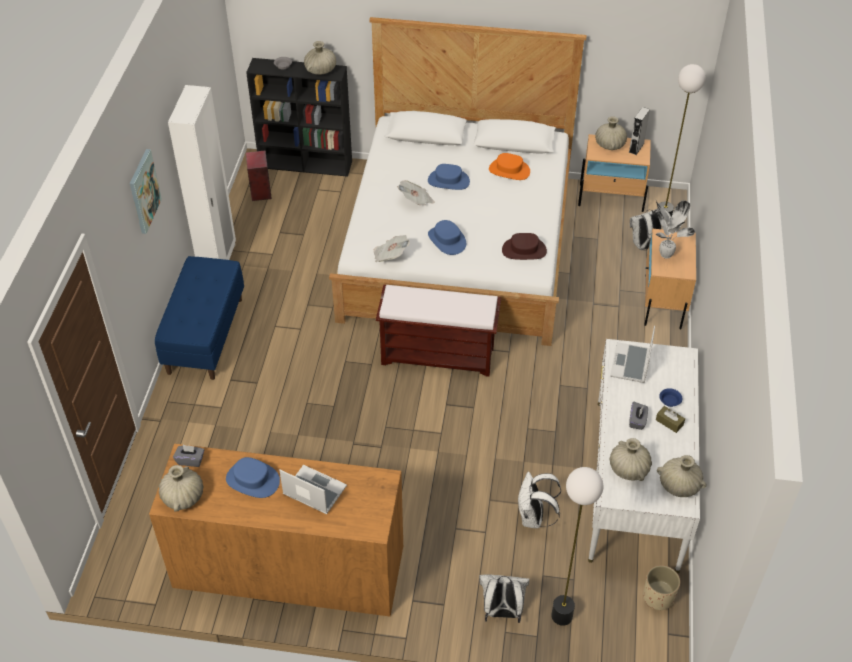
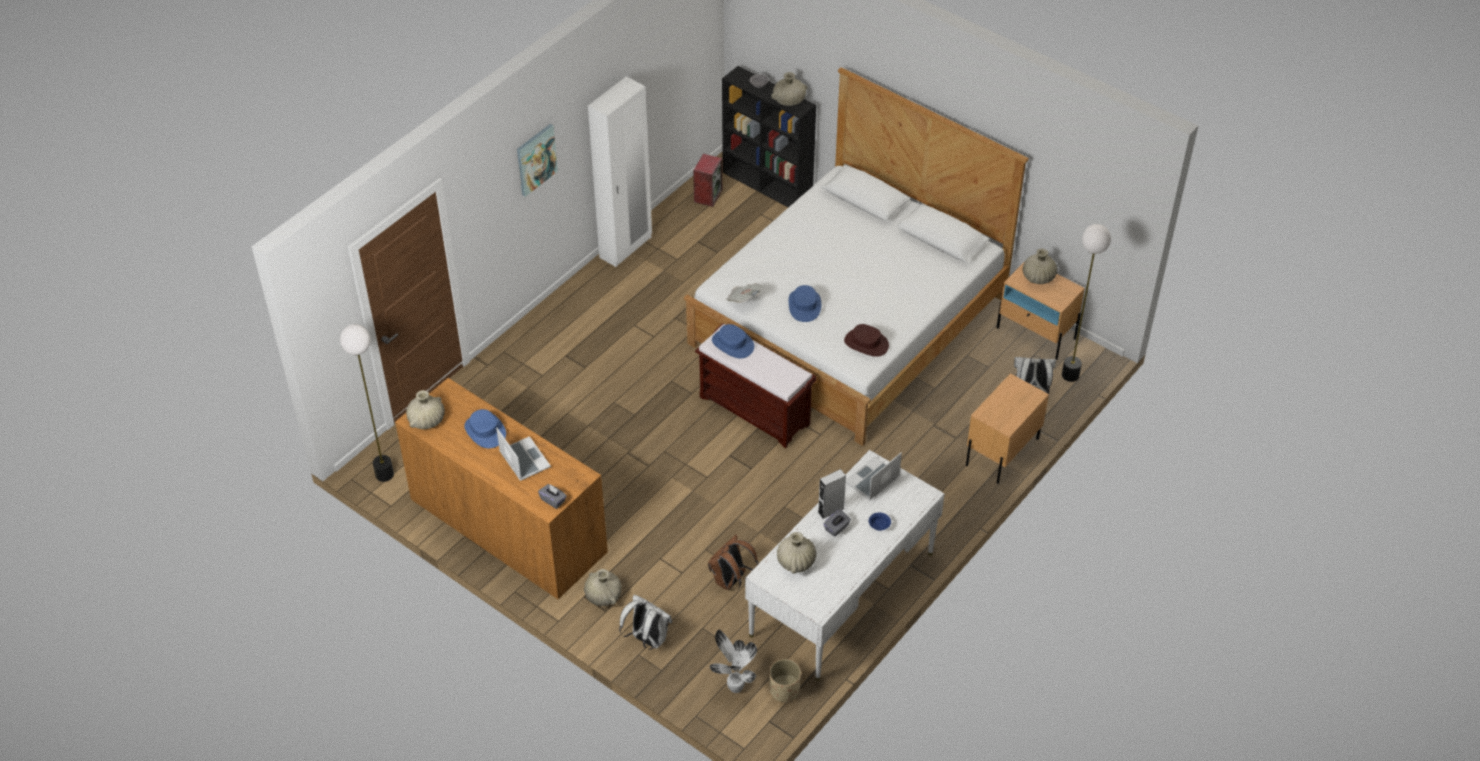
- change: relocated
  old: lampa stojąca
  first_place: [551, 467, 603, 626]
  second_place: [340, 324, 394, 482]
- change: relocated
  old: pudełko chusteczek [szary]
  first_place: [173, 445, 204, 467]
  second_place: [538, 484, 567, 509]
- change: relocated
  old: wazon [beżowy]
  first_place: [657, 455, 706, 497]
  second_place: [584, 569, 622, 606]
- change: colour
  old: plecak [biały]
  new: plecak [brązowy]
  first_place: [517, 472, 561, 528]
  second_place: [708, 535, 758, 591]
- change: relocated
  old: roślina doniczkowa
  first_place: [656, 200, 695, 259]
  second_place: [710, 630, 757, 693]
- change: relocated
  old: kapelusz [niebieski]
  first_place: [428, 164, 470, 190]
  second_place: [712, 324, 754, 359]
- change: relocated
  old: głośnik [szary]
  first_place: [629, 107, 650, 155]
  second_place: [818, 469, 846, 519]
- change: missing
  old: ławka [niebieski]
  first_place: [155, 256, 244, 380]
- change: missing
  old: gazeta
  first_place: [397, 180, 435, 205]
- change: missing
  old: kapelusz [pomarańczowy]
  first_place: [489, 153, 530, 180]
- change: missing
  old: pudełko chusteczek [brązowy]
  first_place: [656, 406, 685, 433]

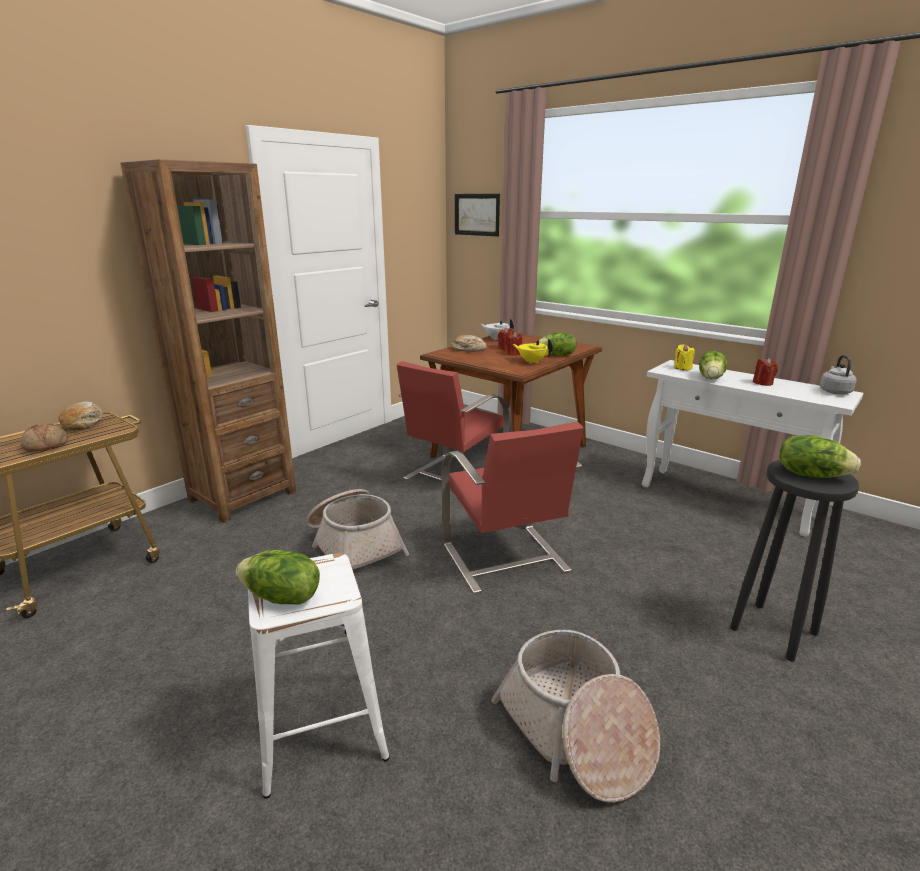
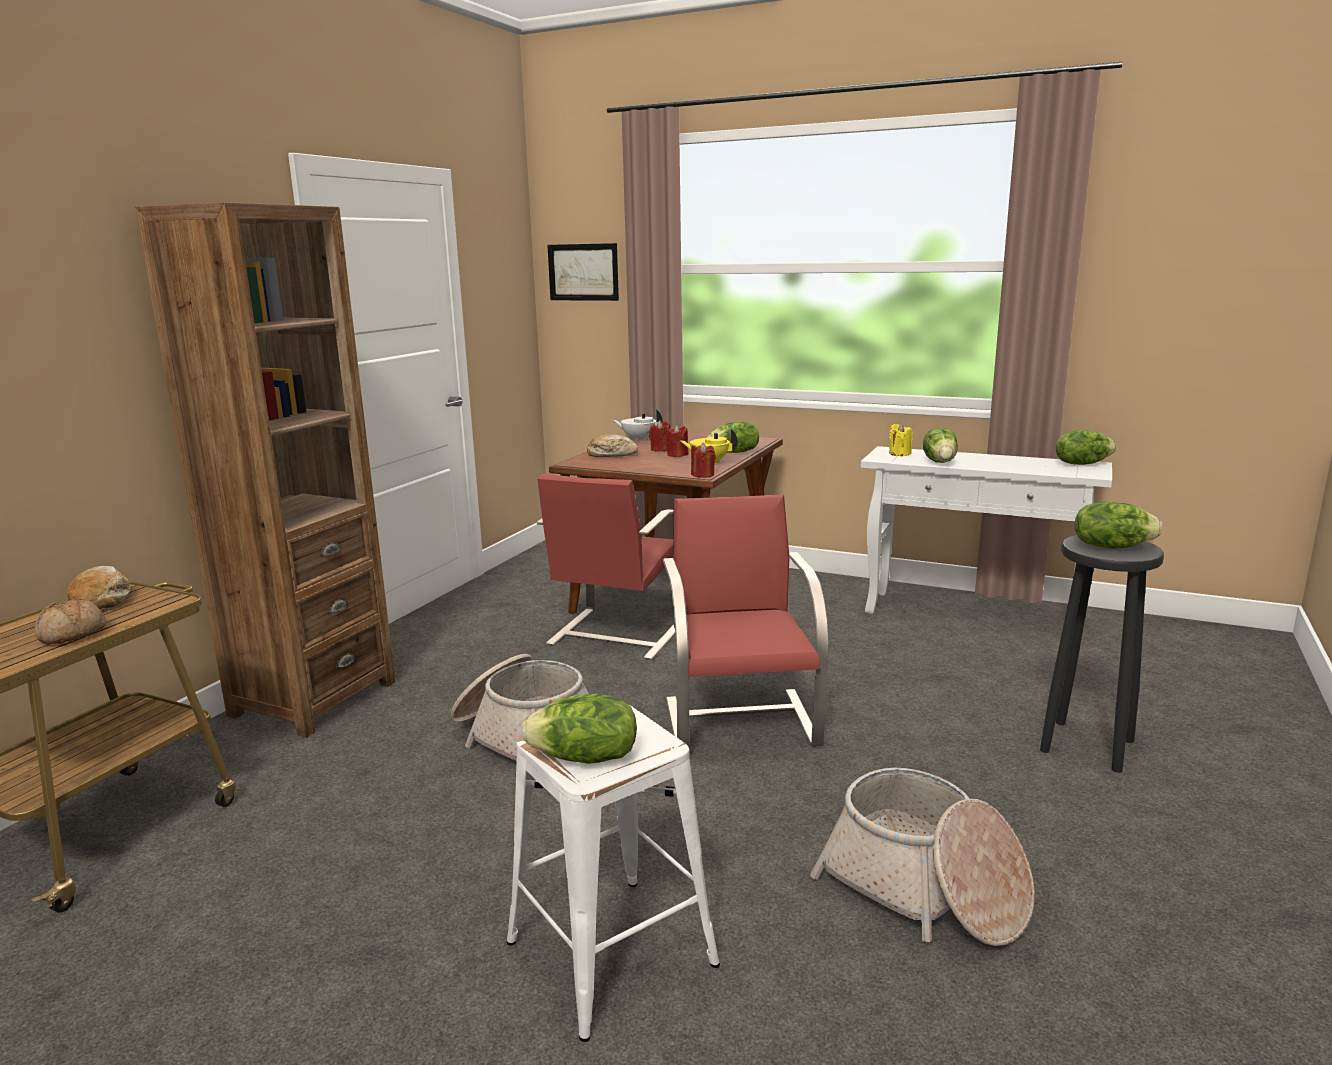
- change: spun
  old: krzesło [czerwony]
  first_place: [441, 422, 584, 594]
  second_place: [663, 495, 829, 747]
  degrees: -150
- change: relocated
  old: świeca [czerwony]
  first_place: [753, 358, 778, 386]
  second_place: [691, 443, 716, 478]
- change: exchanged
  old: czajnik [szary]
  new: sałata
  first_place: [820, 355, 857, 394]
  second_place: [1056, 430, 1116, 465]

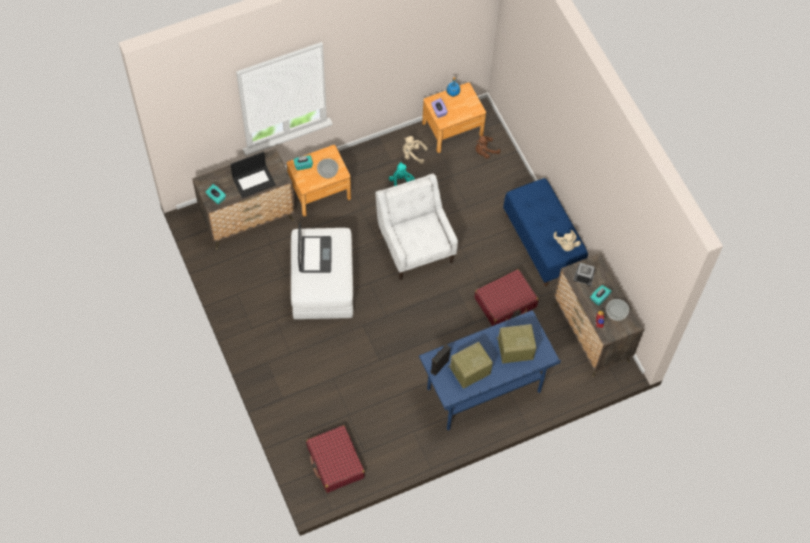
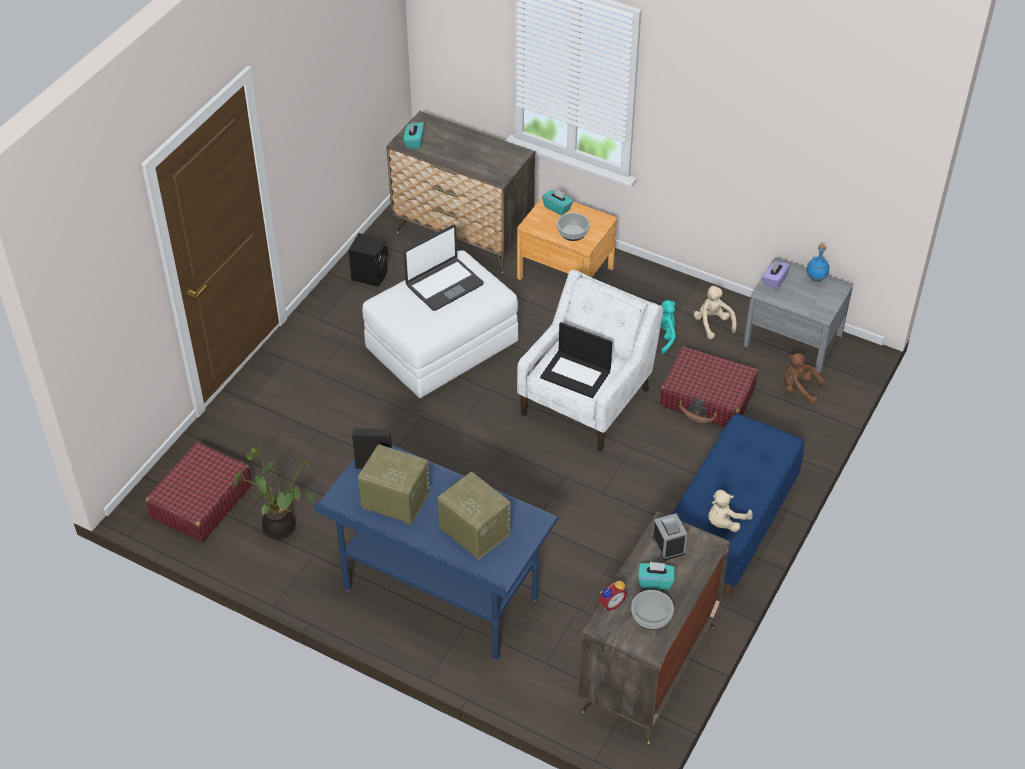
- change: appeared
  new: roślina doniczkowa
  second_place: [233, 446, 313, 540]
- change: appeared
  new: głośnik [czarny]
  second_place: [349, 233, 388, 287]
- change: relocated
  old: laptop
  first_place: [230, 151, 276, 198]
  second_place: [540, 322, 613, 398]
- change: relocated
  old: walizka [czerwony]
  first_place: [475, 269, 539, 326]
  second_place: [660, 346, 758, 427]
- change: colour
  old: szafka nocna [brązowy]
  new: szafka nocna [szary]
  first_place: [422, 82, 486, 153]
  second_place: [743, 257, 853, 374]

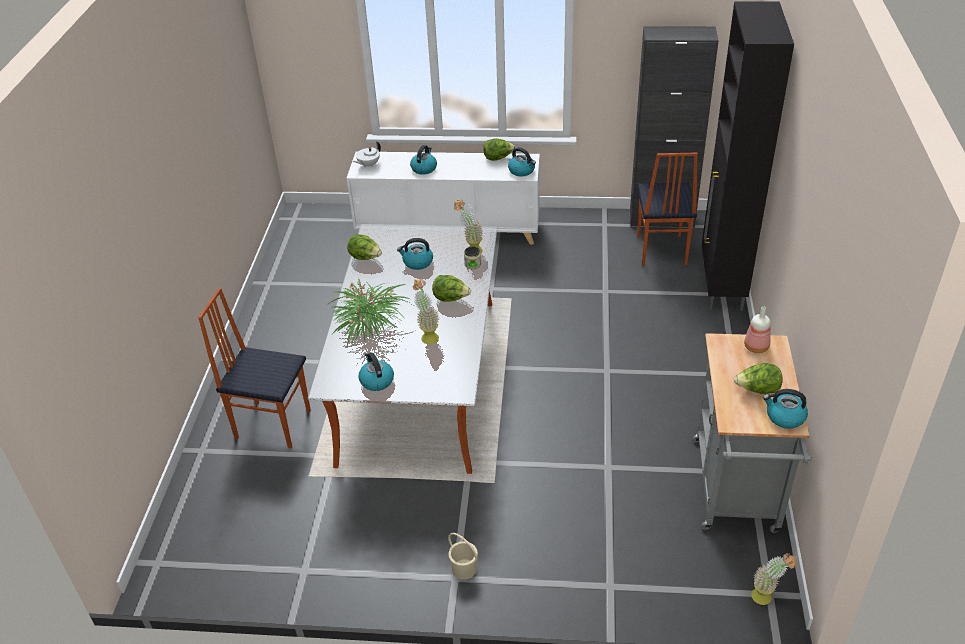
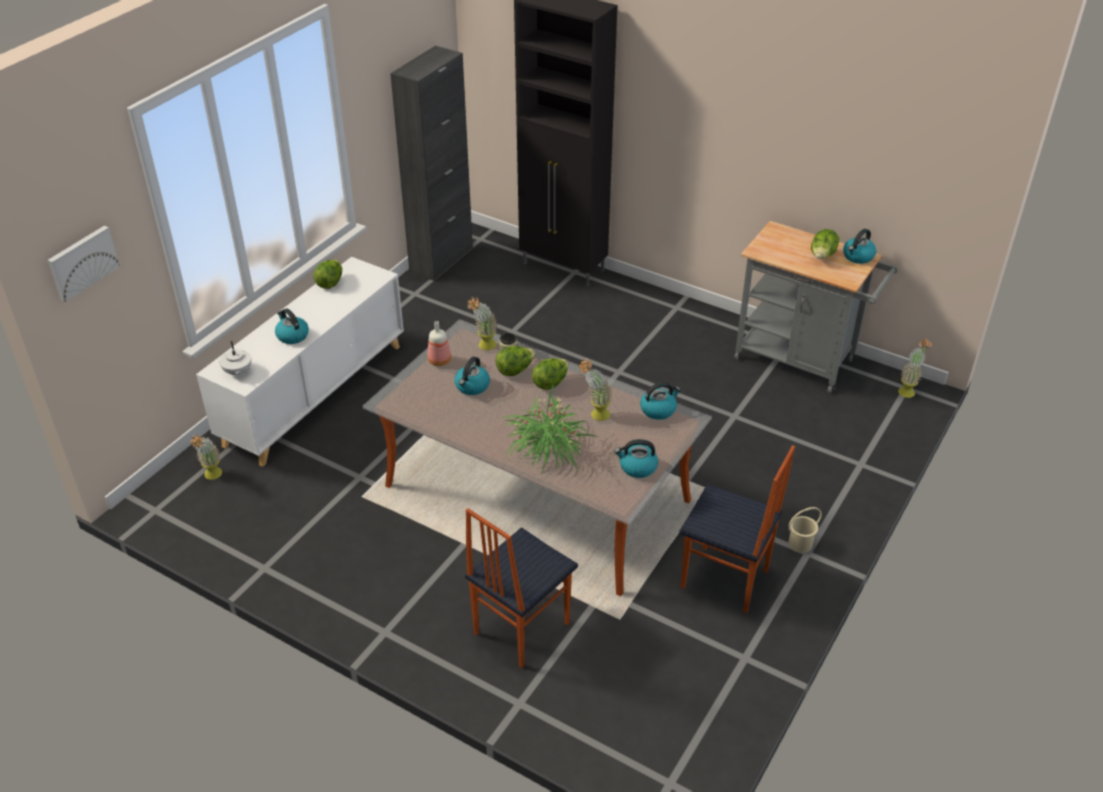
- change: appeared
  new: obraz
  second_place: [48, 226, 120, 302]
- change: appeared
  new: roślina doniczkowa
  second_place: [190, 434, 222, 480]
- change: relocated
  old: butelka
  first_place: [744, 306, 771, 353]
  second_place: [427, 321, 451, 366]
- change: relocated
  old: sałata
  first_place: [347, 234, 382, 260]
  second_place: [495, 346, 536, 376]
- change: relocated
  old: czajnik
  first_place: [508, 147, 536, 177]
  second_place: [640, 382, 681, 420]
- change: relocated
  old: krzesło
  first_place: [637, 152, 698, 266]
  second_place: [679, 445, 795, 613]

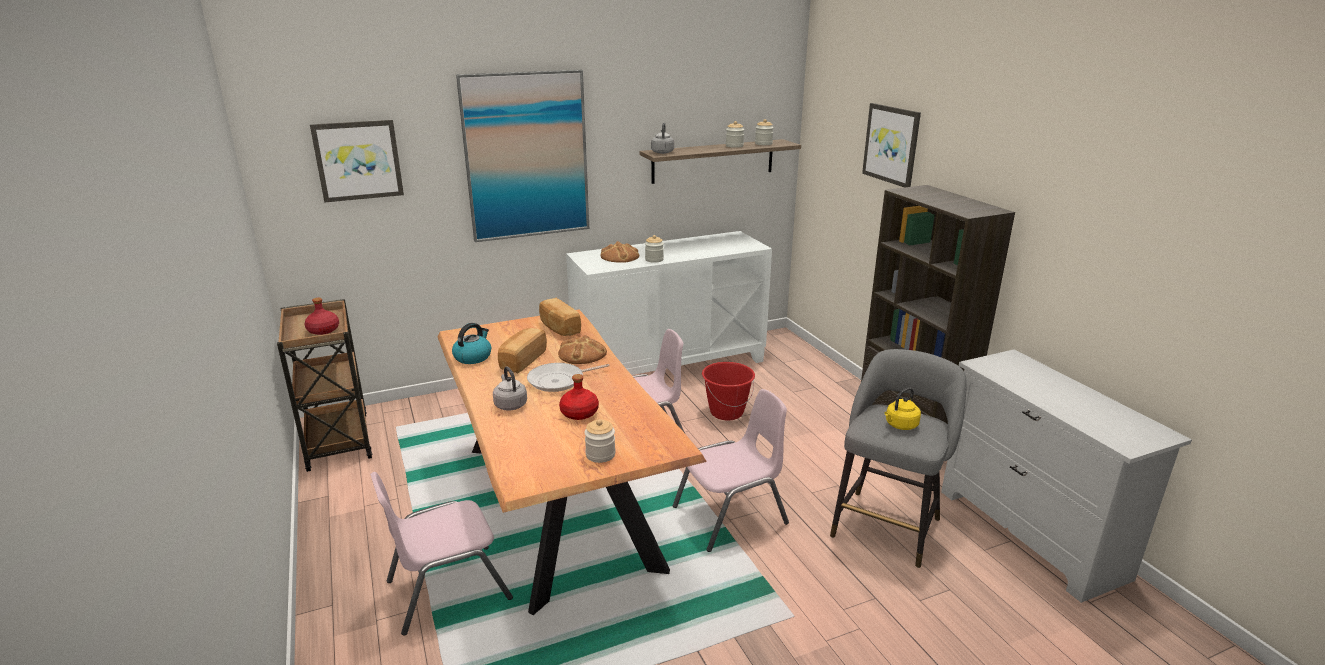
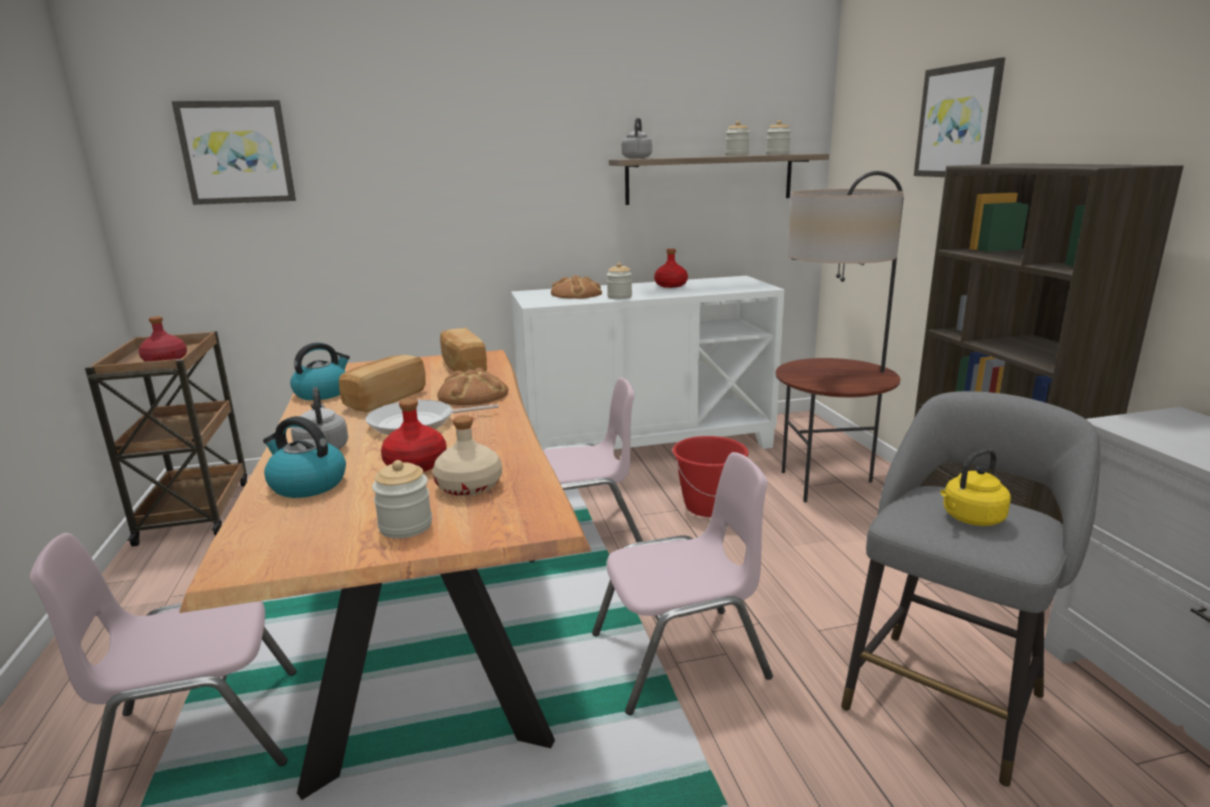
- change: appeared
  new: czajnik
  second_place: [263, 416, 346, 498]
- change: appeared
  new: butelka [beżowy]
  second_place: [433, 415, 502, 496]
- change: appeared
  new: butelka [czerwony]
  second_place: [654, 249, 688, 288]
- change: appeared
  new: lampa stojąca
  second_place: [775, 171, 903, 502]
- change: missing
  old: obraz
  first_place: [456, 70, 589, 242]

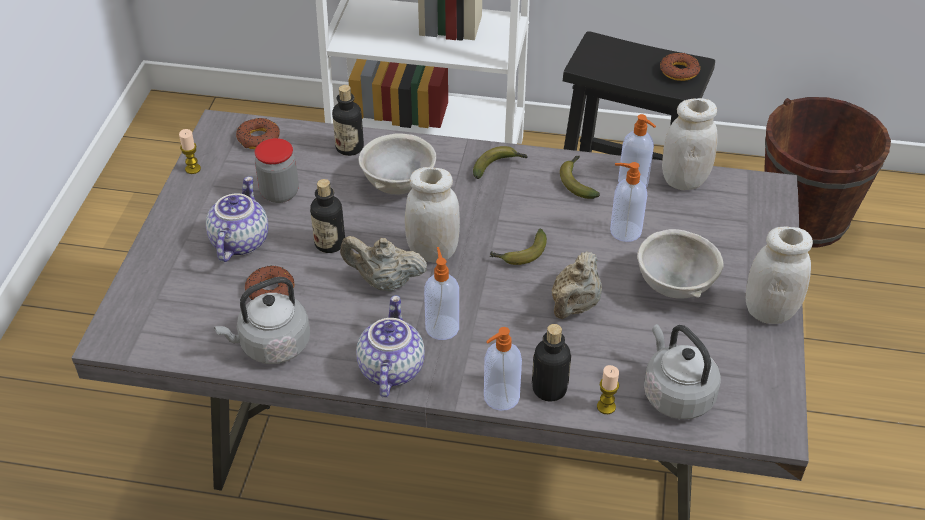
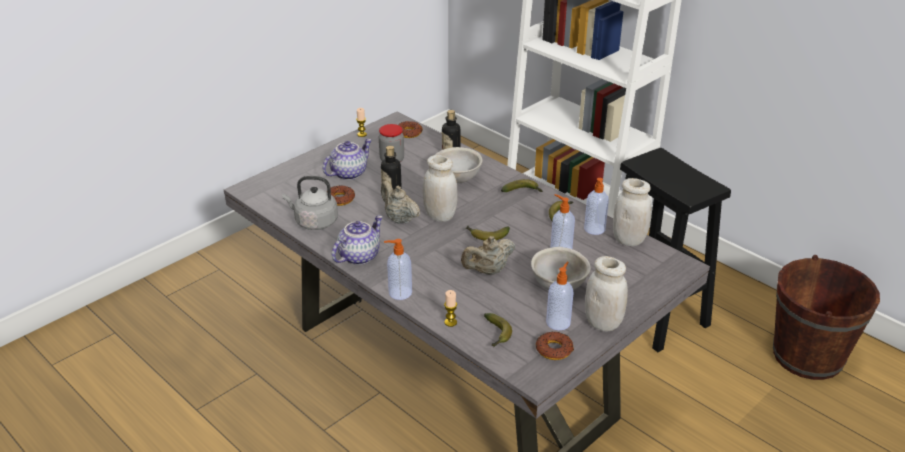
- change: exchanged
  old: czajnik [szary]
  new: banan
  first_place: [644, 324, 721, 419]
  second_place: [484, 313, 512, 347]
- change: relocated
  old: donut
  first_place: [660, 53, 700, 81]
  second_place: [536, 332, 574, 360]
- change: relocated
  old: dozownik mydła
  first_place: [424, 247, 459, 340]
  second_place: [546, 262, 574, 330]
- change: missing
  old: butelka
  first_place: [532, 324, 571, 402]

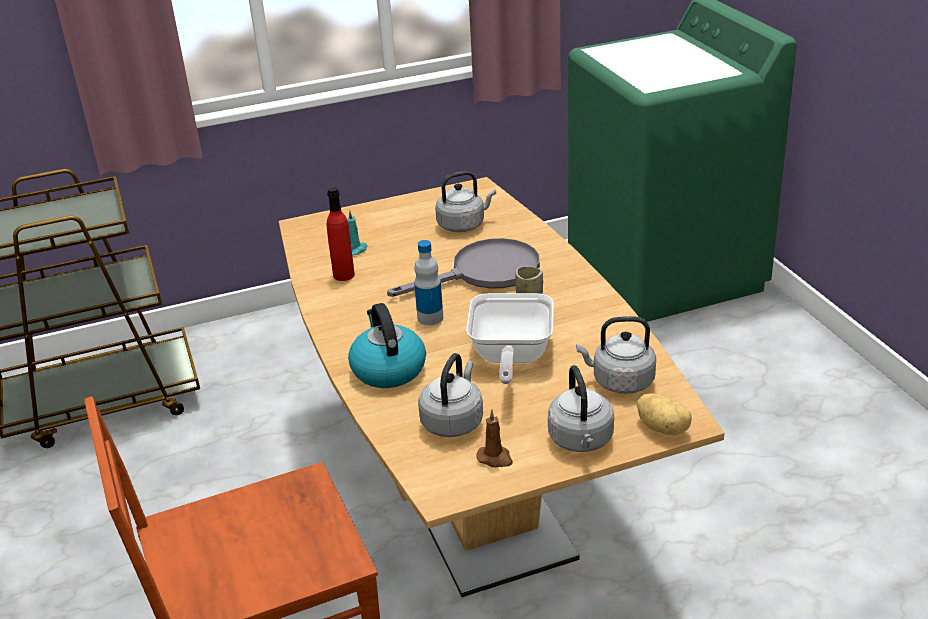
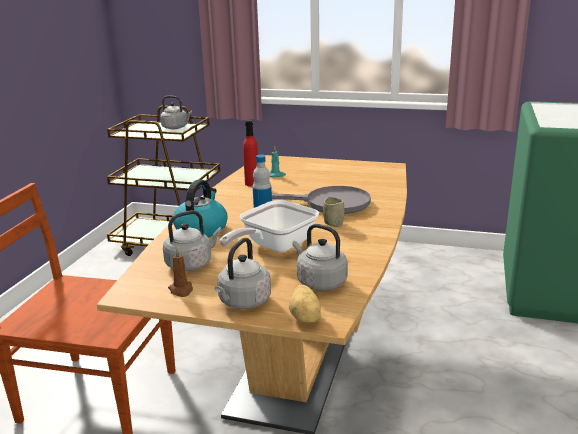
- change: relocated
  old: czajnik [szary]
  first_place: [435, 171, 496, 232]
  second_place: [160, 96, 192, 129]

